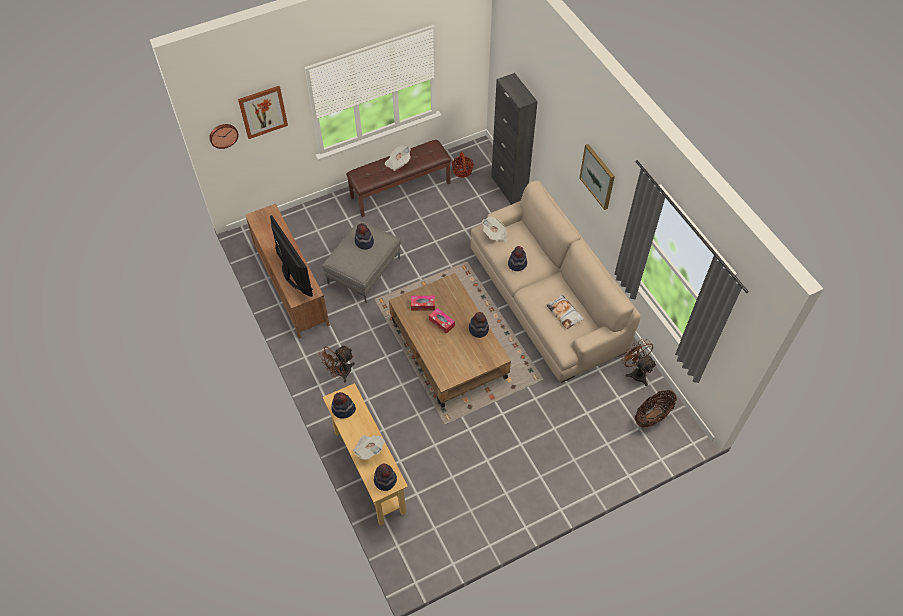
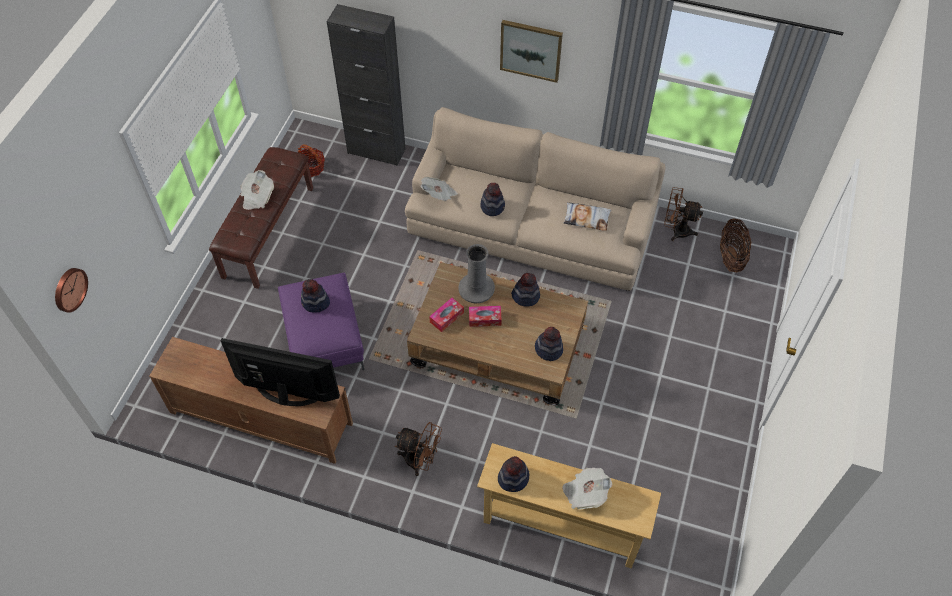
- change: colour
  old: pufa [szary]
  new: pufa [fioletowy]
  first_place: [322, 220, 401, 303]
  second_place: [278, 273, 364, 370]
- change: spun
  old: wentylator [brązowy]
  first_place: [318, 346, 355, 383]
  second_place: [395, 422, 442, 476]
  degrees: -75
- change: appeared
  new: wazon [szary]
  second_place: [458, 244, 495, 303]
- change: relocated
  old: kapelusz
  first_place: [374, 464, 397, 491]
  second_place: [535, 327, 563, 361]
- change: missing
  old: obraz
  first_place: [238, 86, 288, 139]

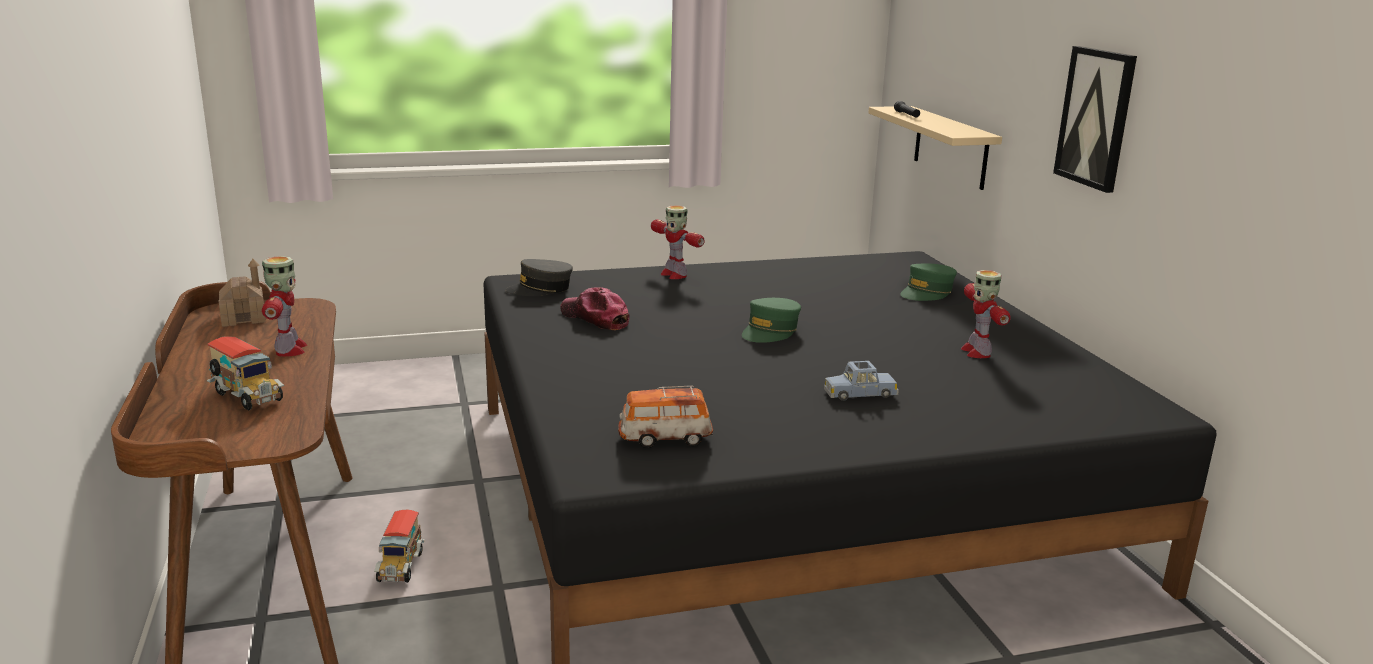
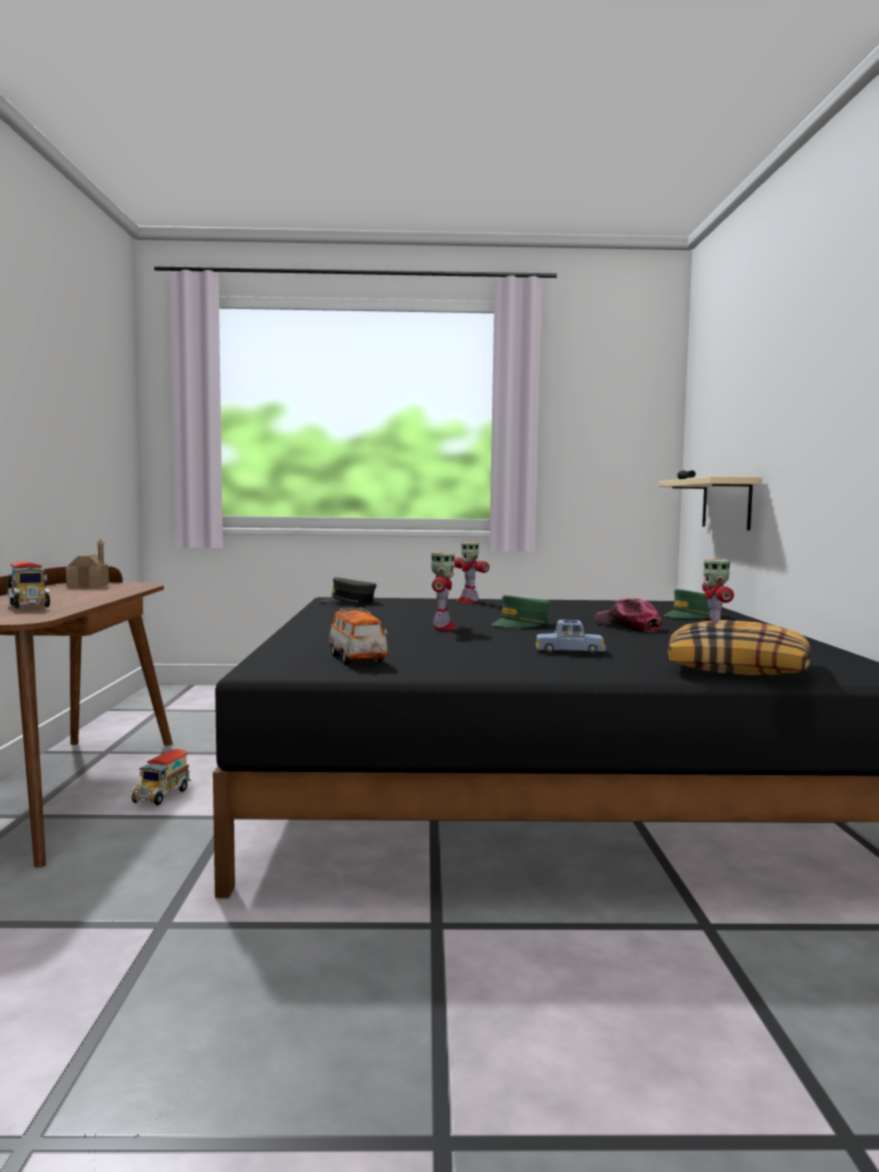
- change: spun
  old: samochodzik
  first_place: [618, 385, 713, 448]
  second_place: [329, 608, 388, 664]
  degrees: -120
- change: relocated
  old: robot zabawkowy
  first_place: [262, 256, 307, 356]
  second_place: [431, 552, 456, 630]
- change: relocated
  old: czapka z daszkiem
  first_place: [560, 287, 630, 330]
  second_place: [594, 598, 663, 632]
- change: appeared
  new: poduszka
  second_place: [668, 620, 811, 676]
- change: missing
  old: obraz
  first_place: [1053, 46, 1137, 193]

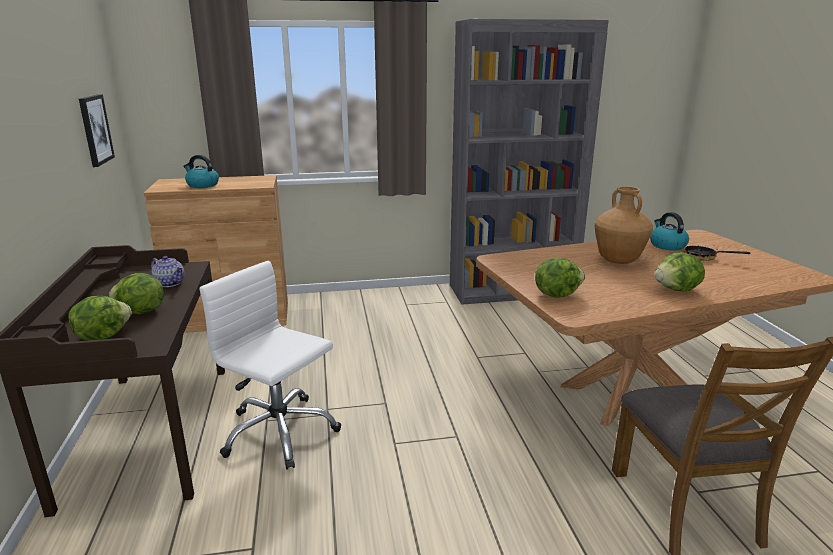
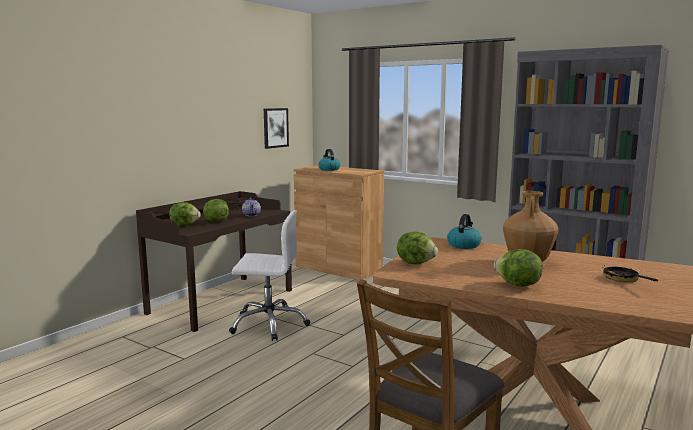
- change: spun
  old: krzesło biurowe [biały]
  first_place: [200, 261, 341, 469]
  second_place: [229, 210, 310, 341]
  degrees: 105
- change: relocated
  old: czajnik
  first_place: [650, 212, 689, 250]
  second_place: [447, 214, 481, 249]

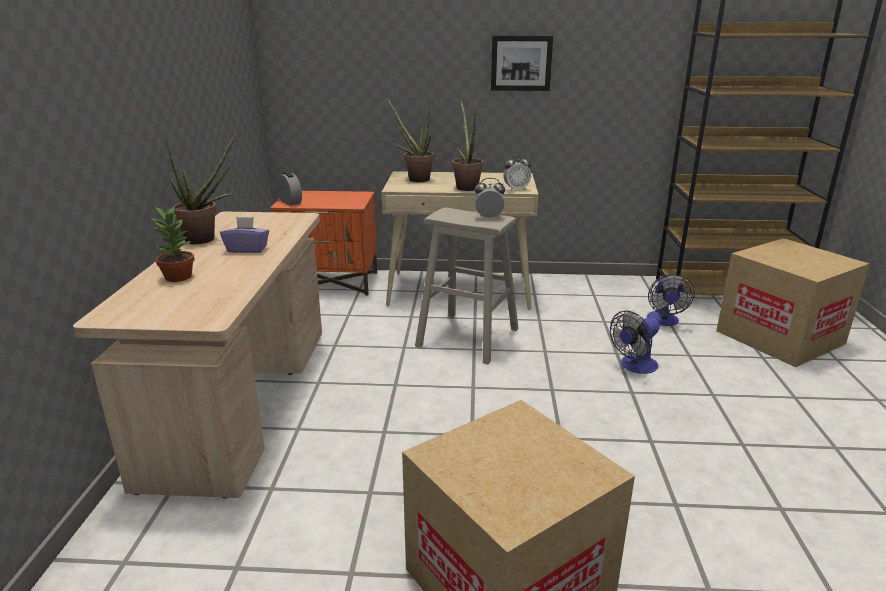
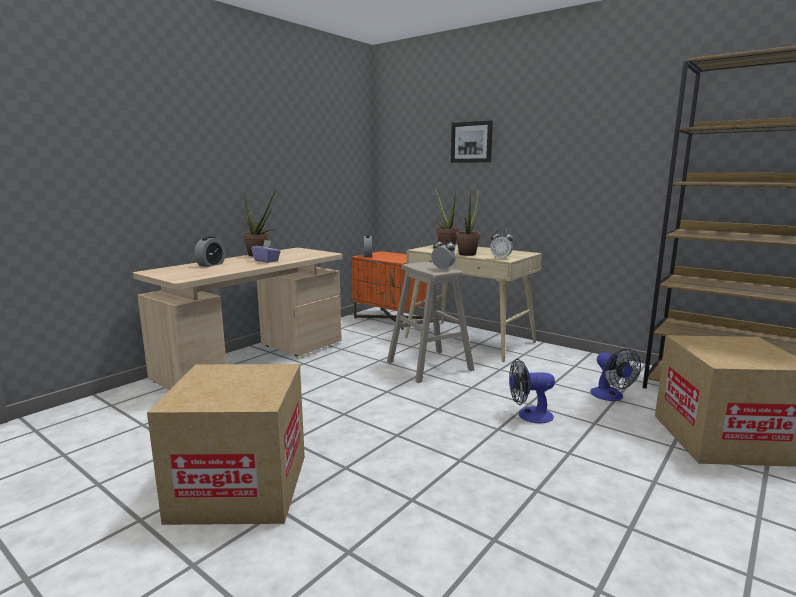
- change: exchanged
  old: roślina doniczkowa
  new: budzik
  first_place: [151, 206, 194, 282]
  second_place: [195, 236, 225, 267]
- change: relocated
  old: obraz
  first_place: [491, 36, 553, 91]
  second_place: [451, 120, 493, 163]
- change: spun
  old: wentylator
  first_place: [647, 274, 695, 326]
  second_place: [590, 349, 641, 401]
  degrees: -60

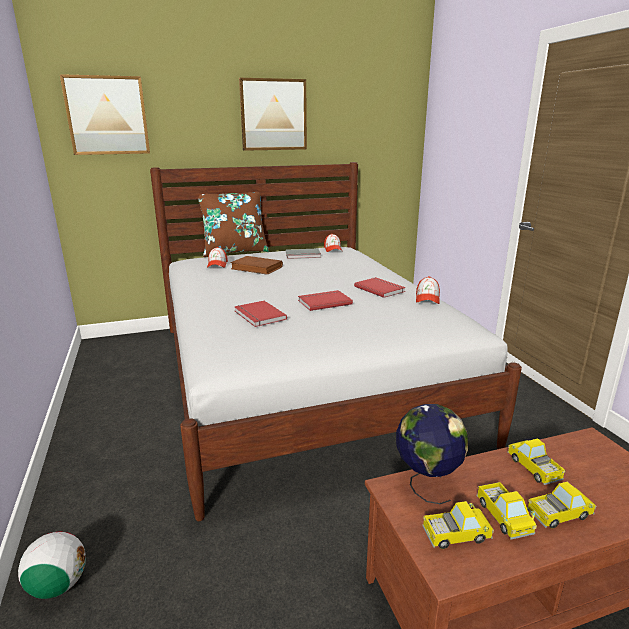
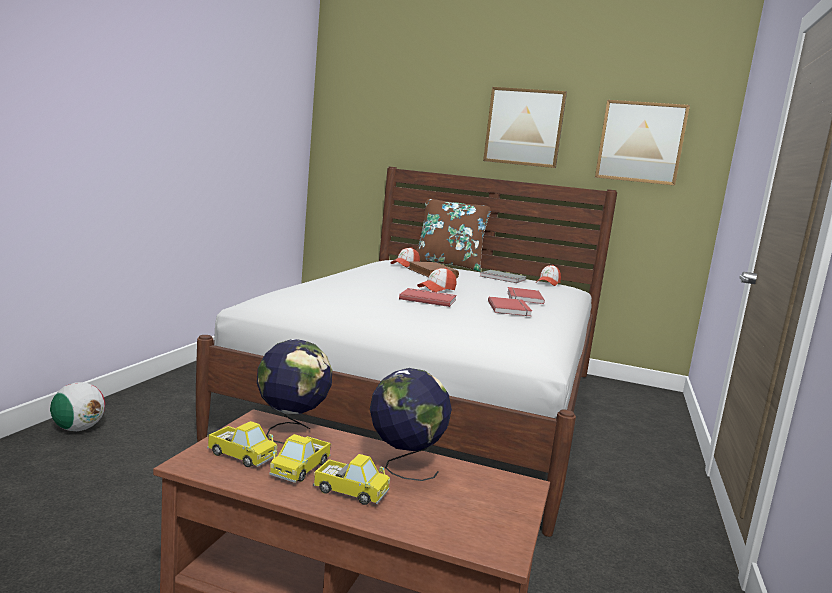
- change: exchanged
  old: ciężarówka zabawkowa
  new: globus
  first_place: [507, 438, 566, 485]
  second_place: [370, 368, 452, 481]
- change: relocated
  old: czapka z daszkiem
  first_place: [416, 276, 440, 304]
  second_place: [417, 268, 456, 292]
- change: relocated
  old: książka [czerwony]
  first_place: [234, 301, 287, 327]
  second_place: [507, 287, 545, 304]
- change: relocated
  old: obraz
  first_place: [60, 74, 150, 155]
  second_place: [595, 100, 690, 186]

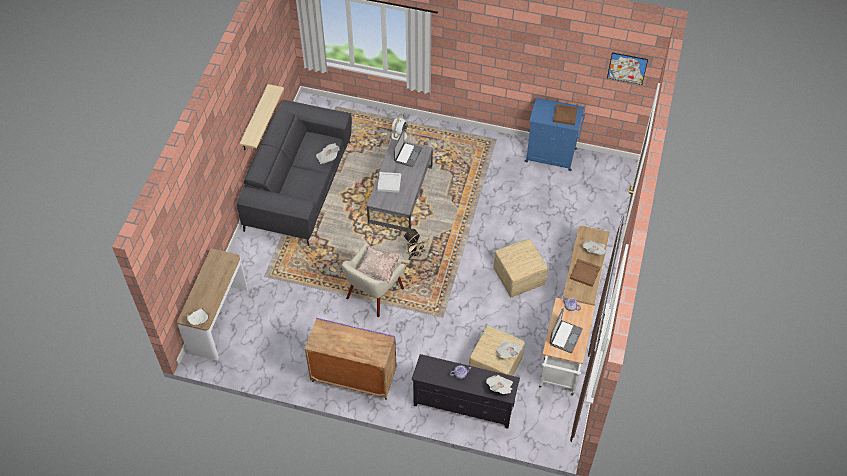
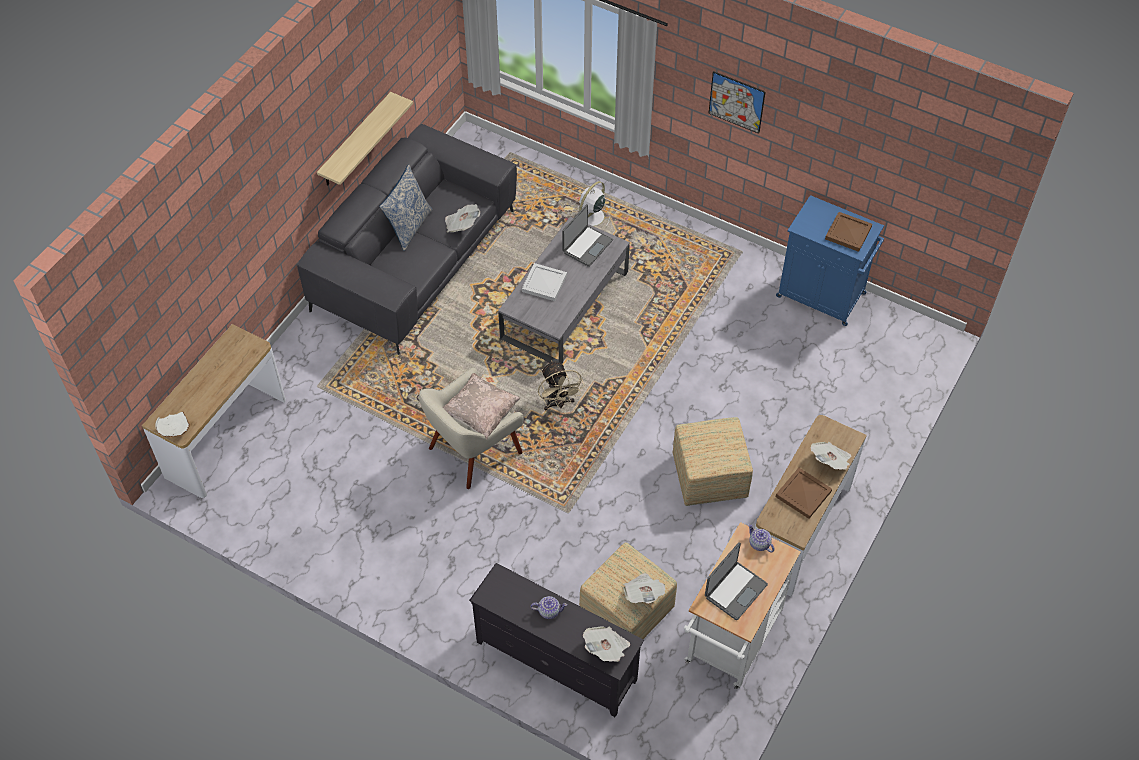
- change: appeared
  new: poduszka
  second_place: [379, 164, 433, 251]
- change: relocated
  old: obraz
  first_place: [607, 52, 648, 85]
  second_place: [708, 71, 766, 134]
- change: missing
  old: szafka [fioletowy]
  first_place: [305, 318, 396, 400]

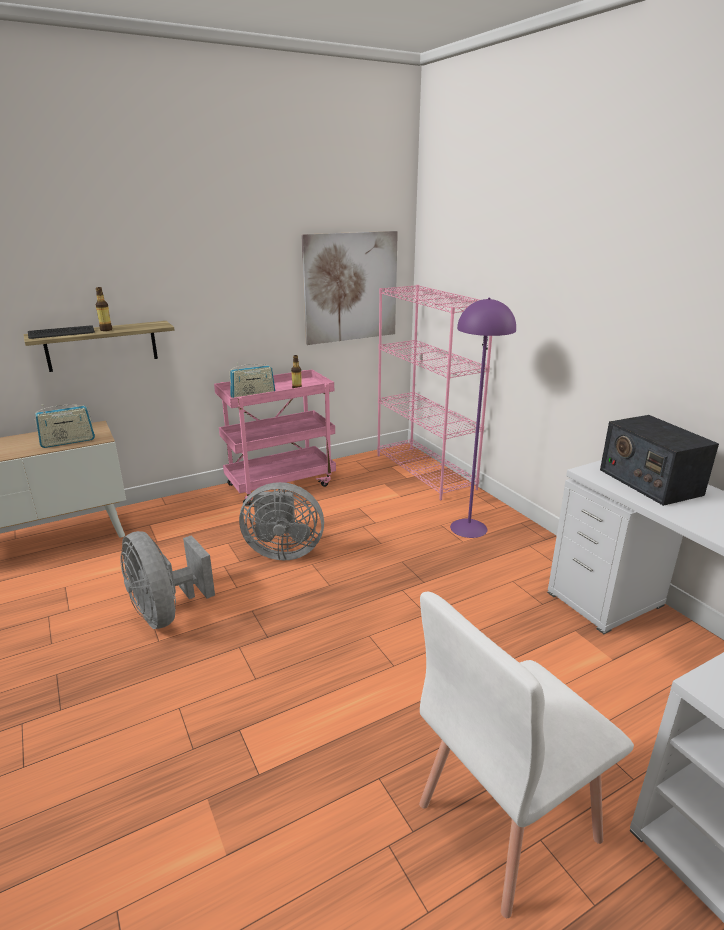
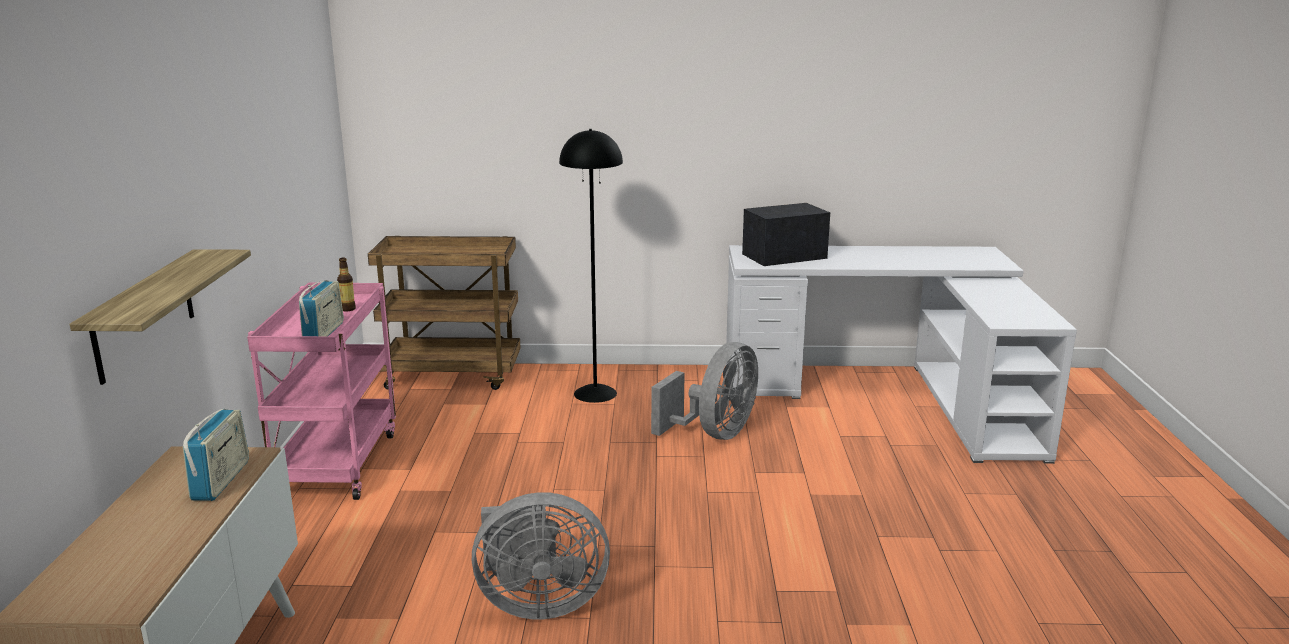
- change: exchanged
  old: regał [różowy]
  new: wózek [brązowy]
  first_place: [377, 285, 492, 500]
  second_place: [368, 236, 520, 390]
- change: colour
  old: lampa stojąca [fioletowy]
  new: lampa stojąca [czarny]
  first_place: [450, 298, 516, 538]
  second_place: [559, 129, 623, 403]
- change: relocated
  old: wentylator [szary]
  first_place: [239, 482, 324, 560]
  second_place: [651, 342, 758, 440]
- change: spun
  old: radio
  first_place: [600, 415, 719, 506]
  second_place: [742, 203, 830, 266]
  degrees: 150
- change: missing
  old: klawiatura
  first_place: [28, 325, 95, 339]
- change: missing
  old: butelka
  first_place: [96, 287, 112, 331]
- change: missing
  old: obraz
  first_place: [301, 231, 398, 345]
- change: missing
  old: krzesło [biały]
  first_place: [419, 591, 634, 918]

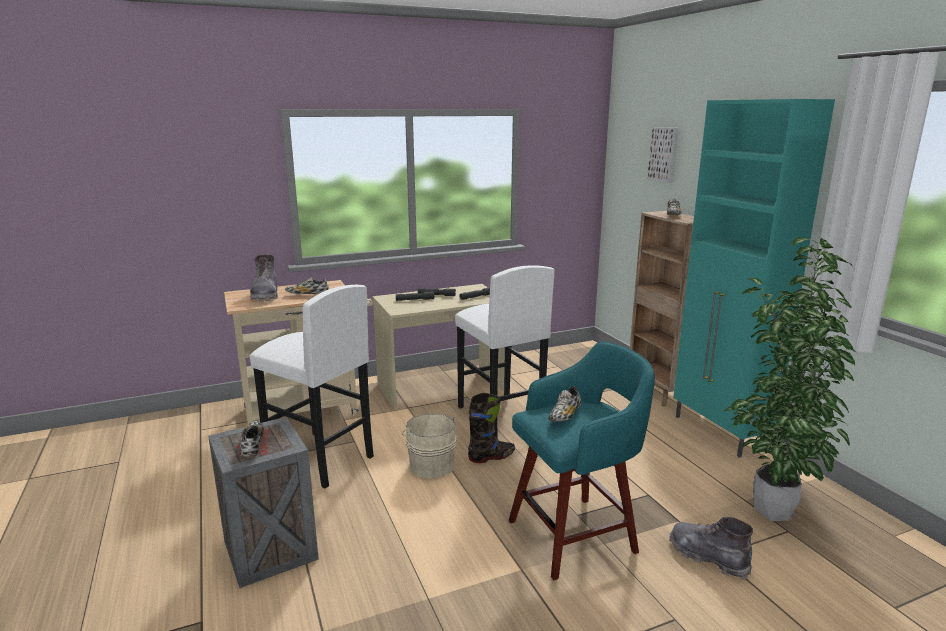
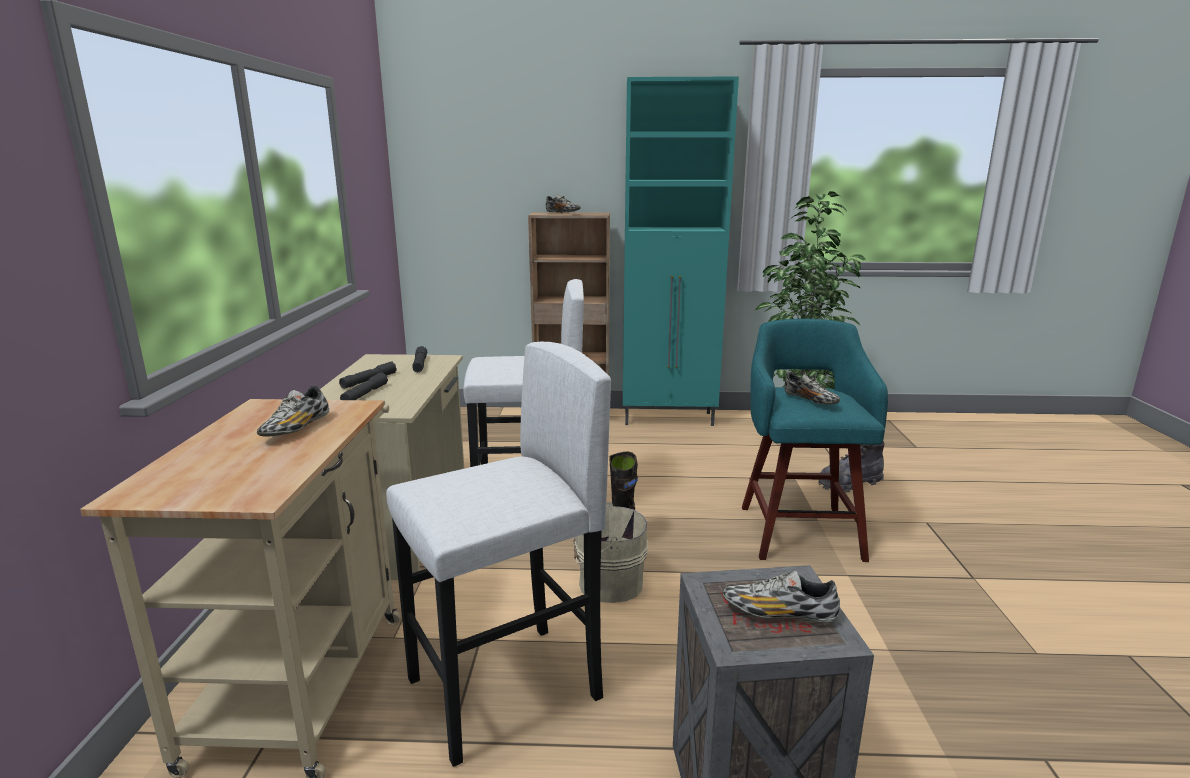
- change: missing
  old: but z cholewką [szary]
  first_place: [250, 255, 278, 301]
- change: missing
  old: obraz
  first_place: [647, 127, 679, 183]

